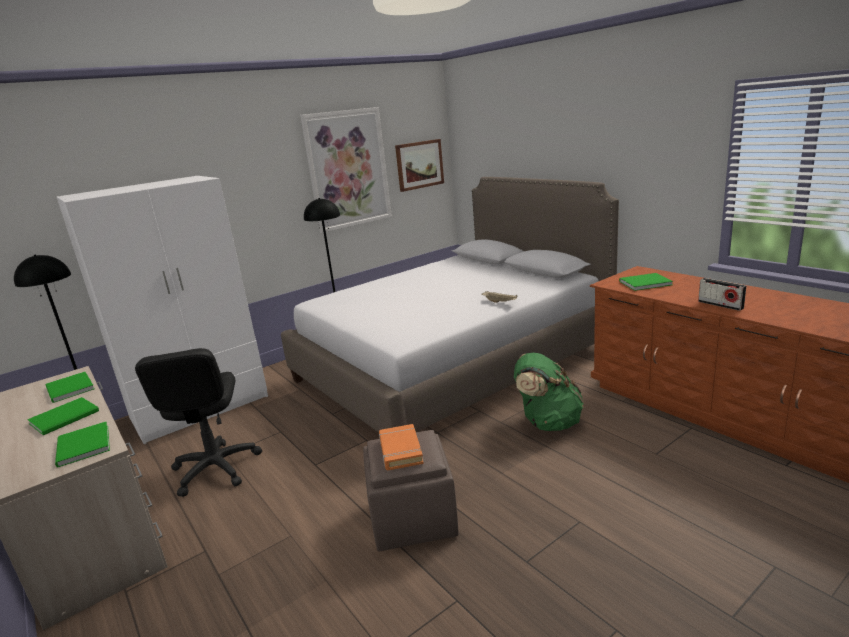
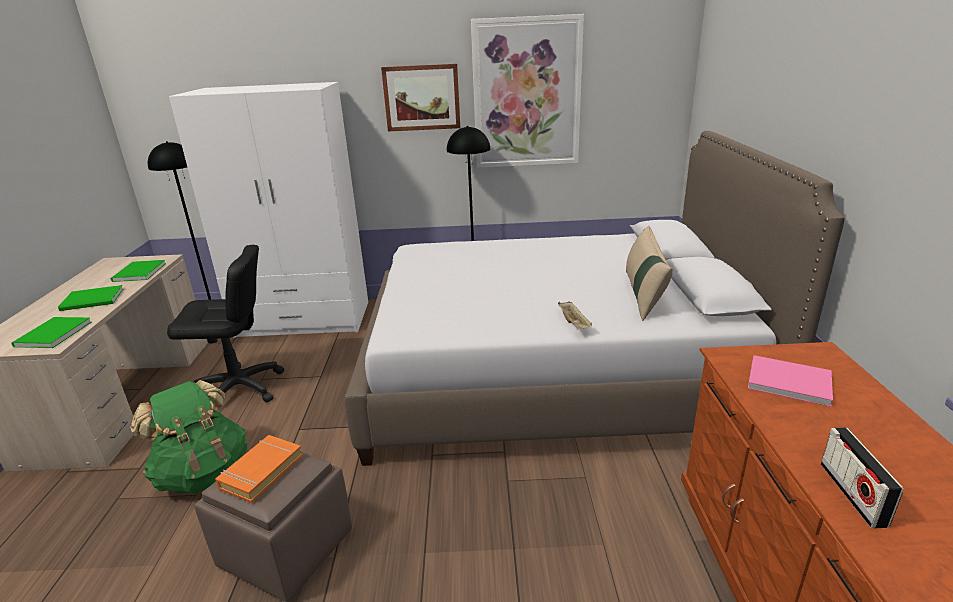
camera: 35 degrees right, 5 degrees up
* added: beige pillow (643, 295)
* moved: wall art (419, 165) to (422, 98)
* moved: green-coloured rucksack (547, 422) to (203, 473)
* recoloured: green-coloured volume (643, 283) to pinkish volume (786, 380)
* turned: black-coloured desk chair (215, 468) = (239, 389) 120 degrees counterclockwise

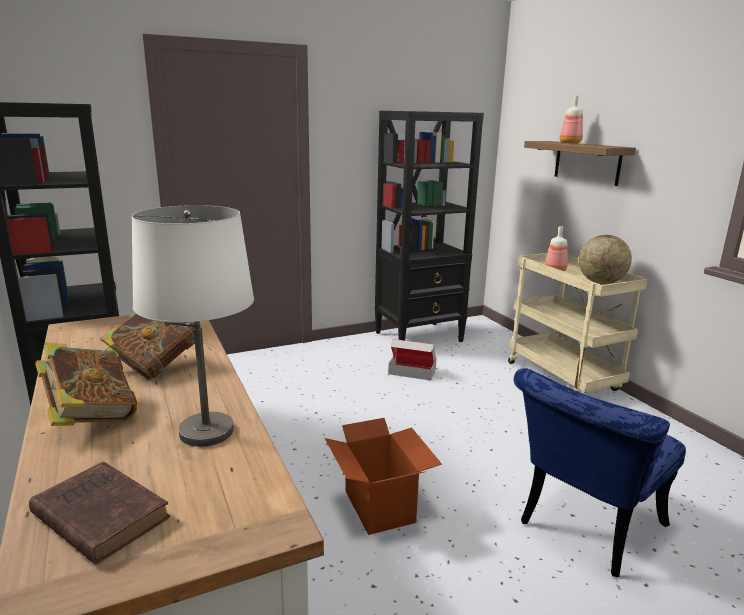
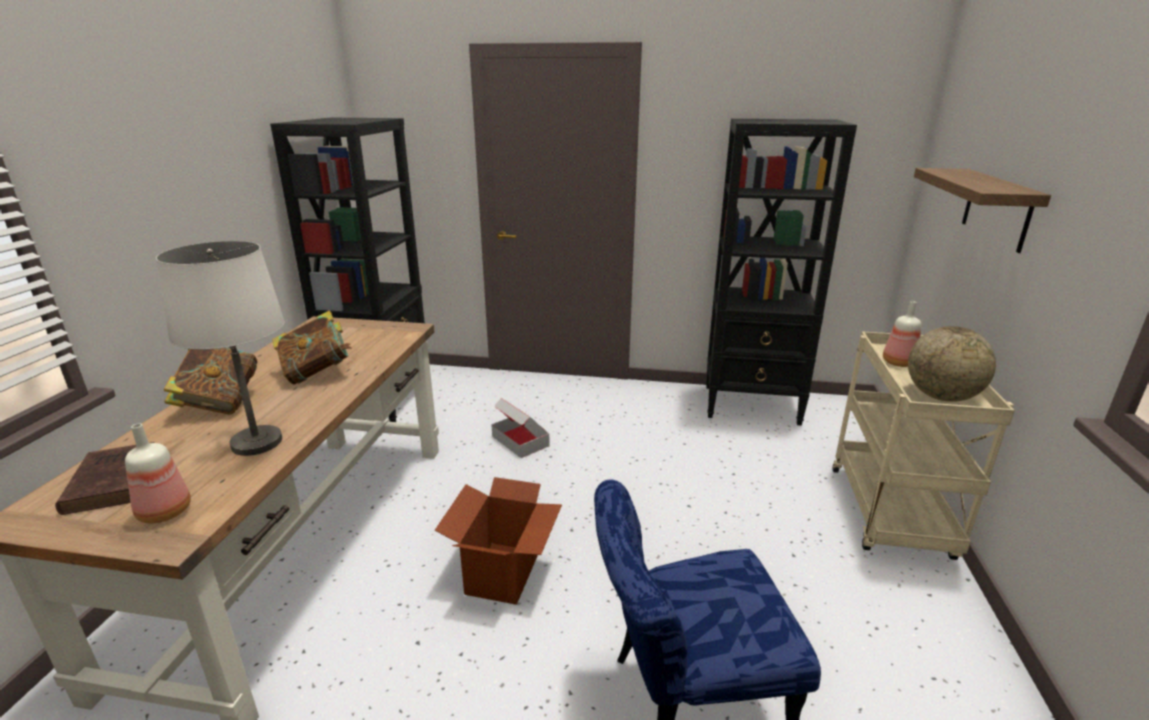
camera: 35 degrees right, 5 degrees up
* moved: cardboard box (412, 371) to (520, 441)
* moved: beverage bottle (570, 143) to (163, 513)

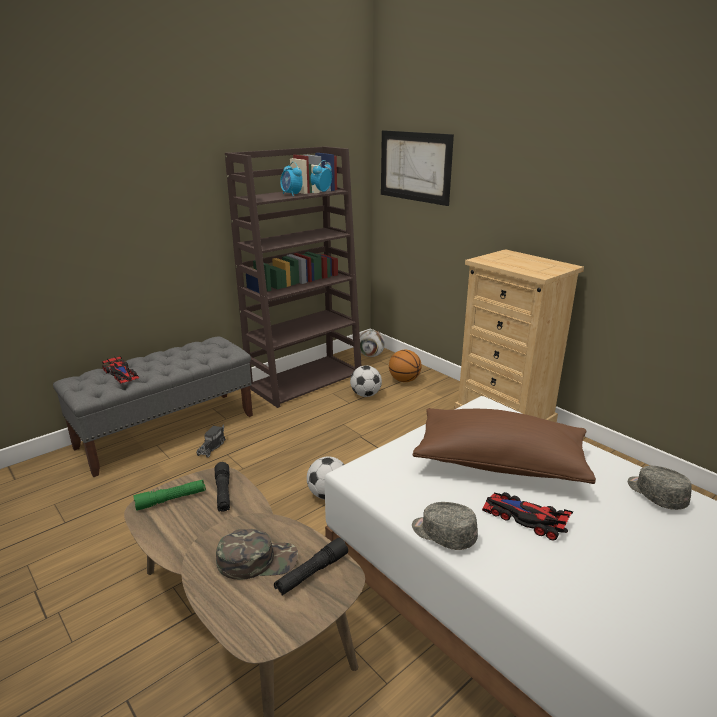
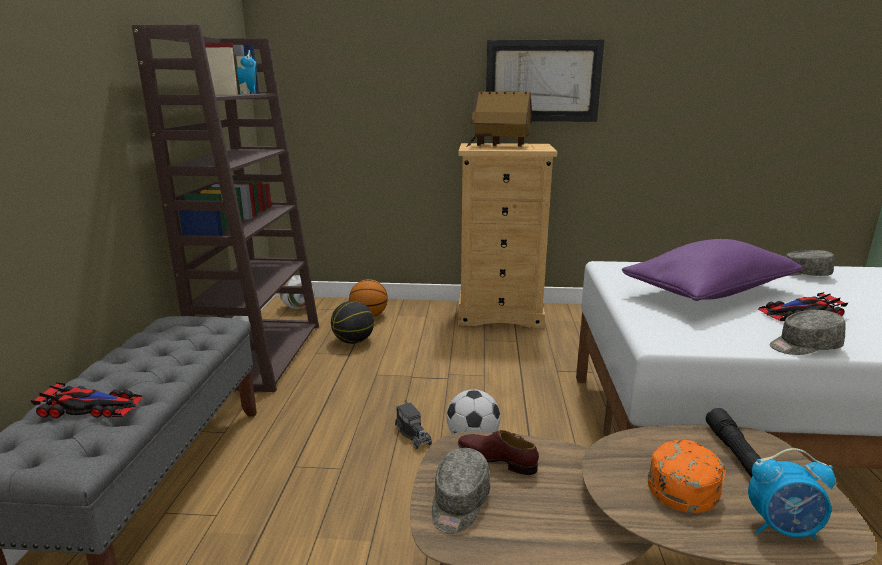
camera: 45 degrees left, 5 degrees down
* added: miniature house (500, 146)
* moved: toy lorry (212, 447) to (412, 434)
* moved: alarm clock (291, 194) to (782, 528)
* moved: wall art (414, 166) to (542, 81)
* replaced: green-coloured flashlight (171, 499) to grey baseball cap (459, 503)
* replaced: black-coloured flashlight (223, 492) to brownish shoe (496, 459)
* replaced: football (365, 395) to basketball ball (353, 341)
* recoloured: green-coloured baseball cap (257, 560) to orangey baseball cap (686, 478)
* recoloured: brownish pillow (499, 463) to purplish pillow (708, 292)

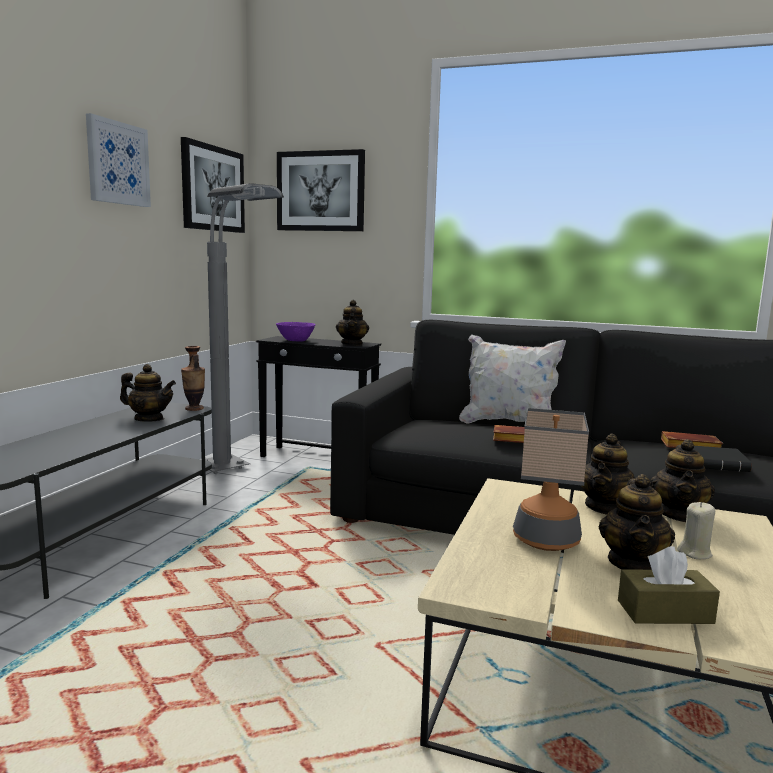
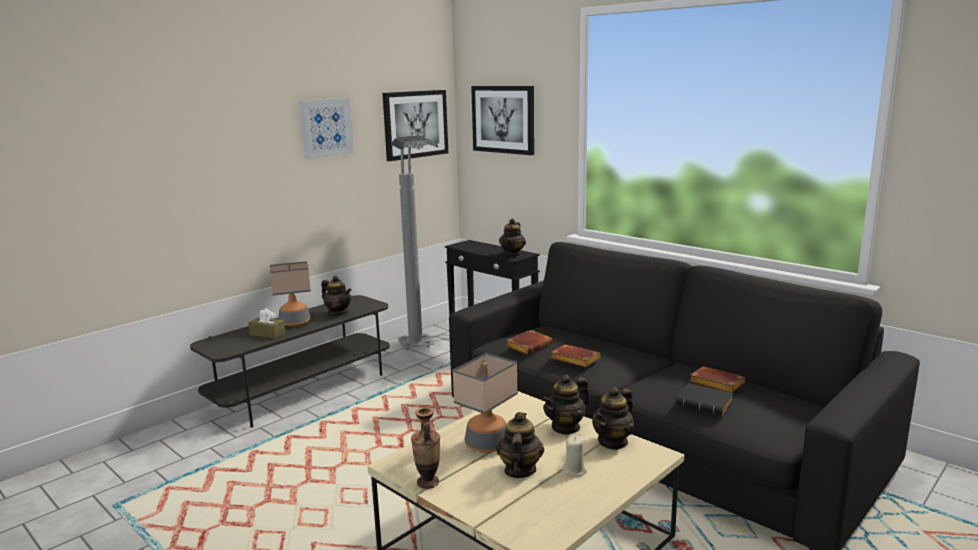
camera: 25 degrees right, 5 degrees up
* removed: purplish serving bowl (295, 341)
* removed: white-coloured pillow (508, 424)
* added: tabletop lamp (295, 322)
* added: brownish volume (529, 345)
* moved: vase (194, 409) to (428, 482)
* moved: brownish tissue holder (665, 612) to (267, 334)
* turned: pot for tea (633, 564) = (519, 470) 150 degrees clockwise

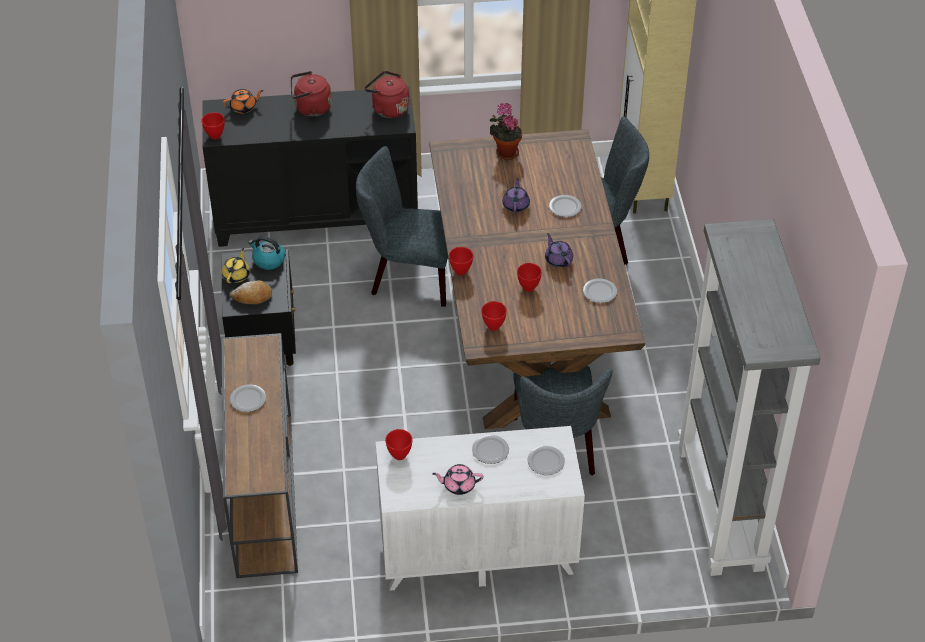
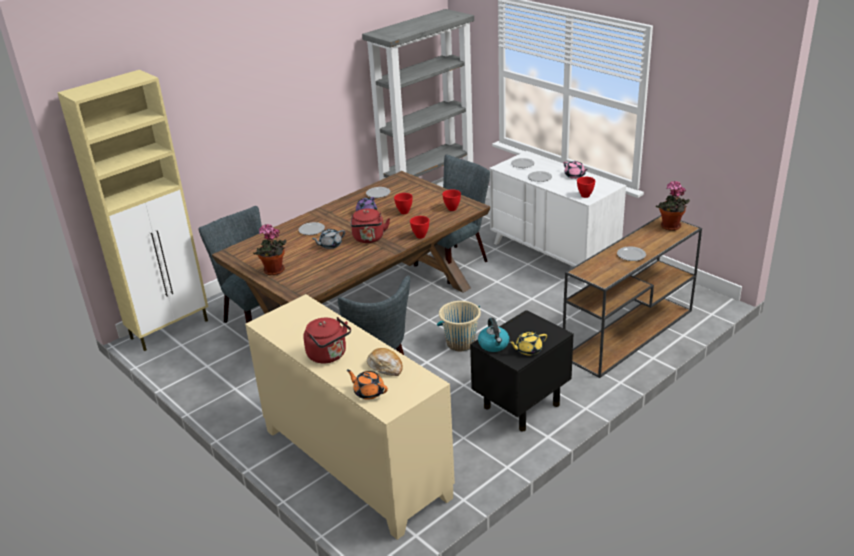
camera: 125 degrees left, 15 degrees down
* removed: reddish serving bowl (215, 135)
* added: beige bucket (460, 343)
* added: potted plant (670, 227)
* moved: baked bread (252, 297) to (385, 366)
* moved: reddish tea kettle (388, 108) to (369, 239)
* recoloured: black-coloured cabinet (316, 216) to beige cabinet (354, 463)
* recoloured: purplish pot for tea (516, 205) to grey pot for tea (330, 245)

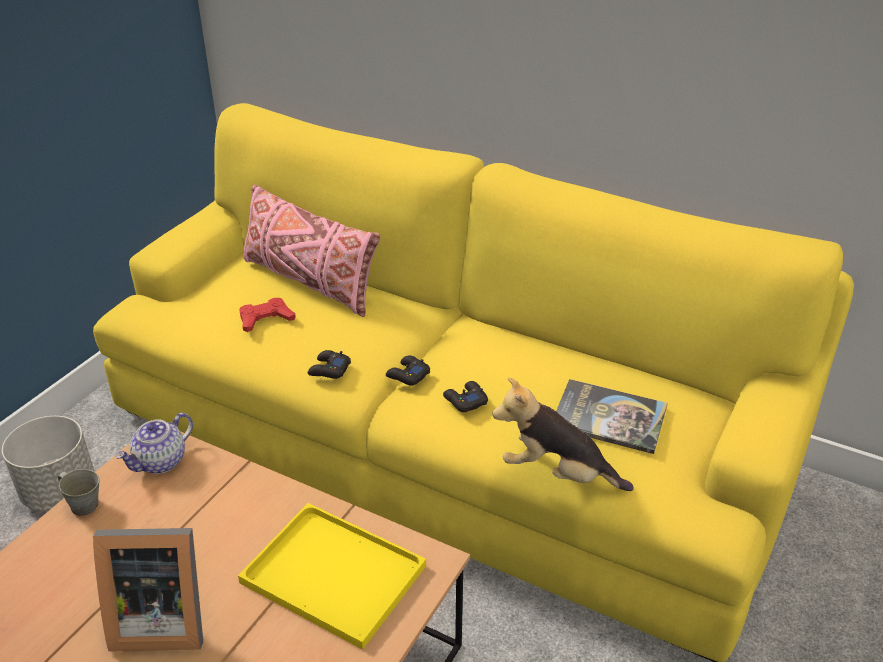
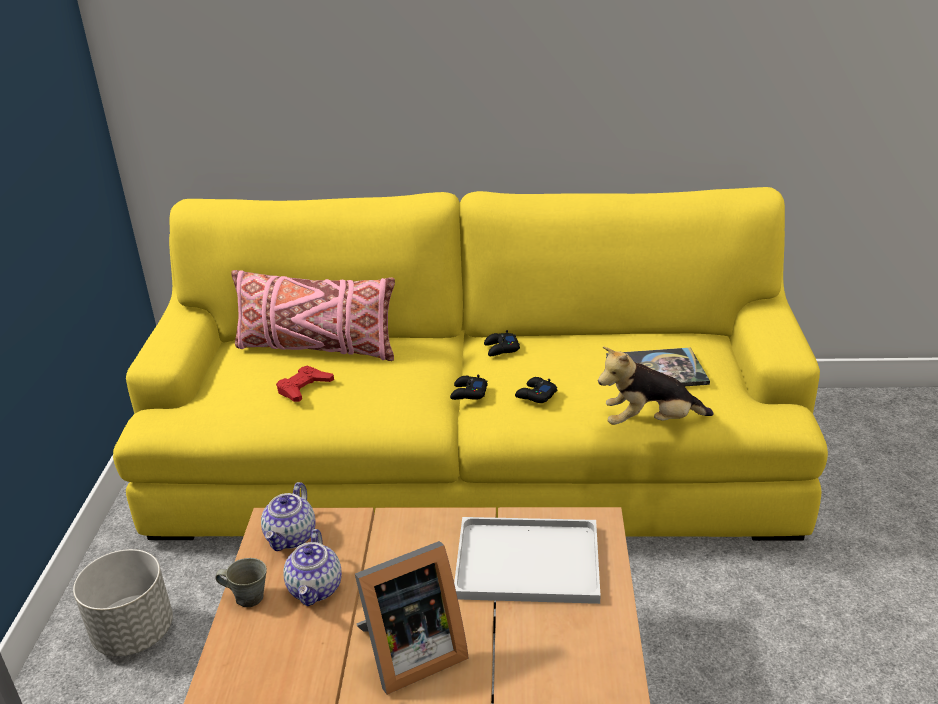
camera: 25 degrees left, 5 degrees down
* added: pot for tea (316, 589)
* moved: black-coloured game controller (329, 369) to (501, 349)
* recoloured: yellowish serving tray (330, 574) to white-coloured serving tray (524, 563)

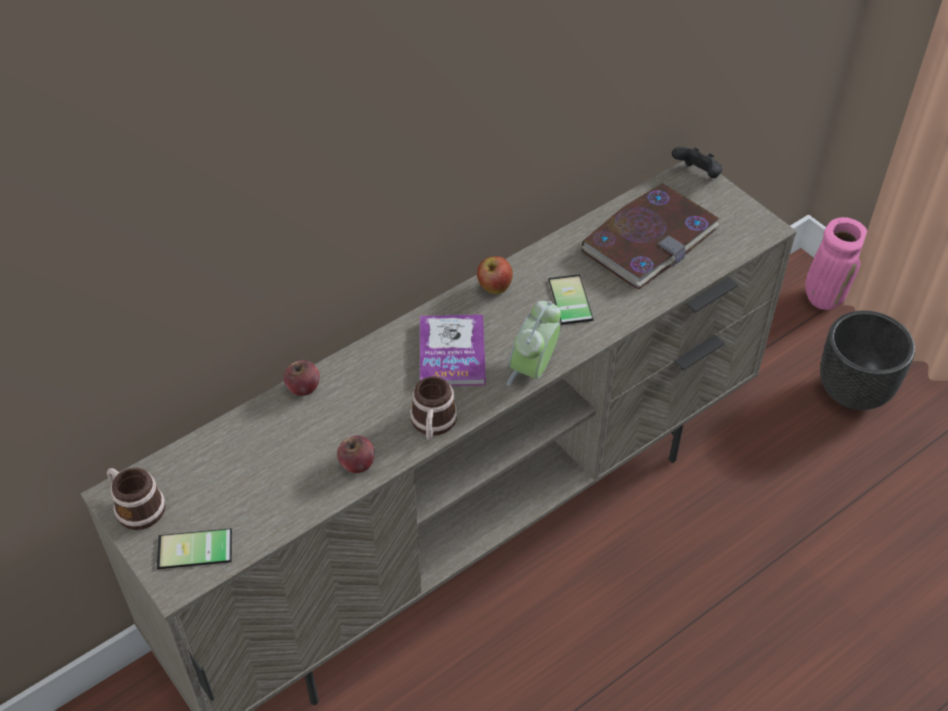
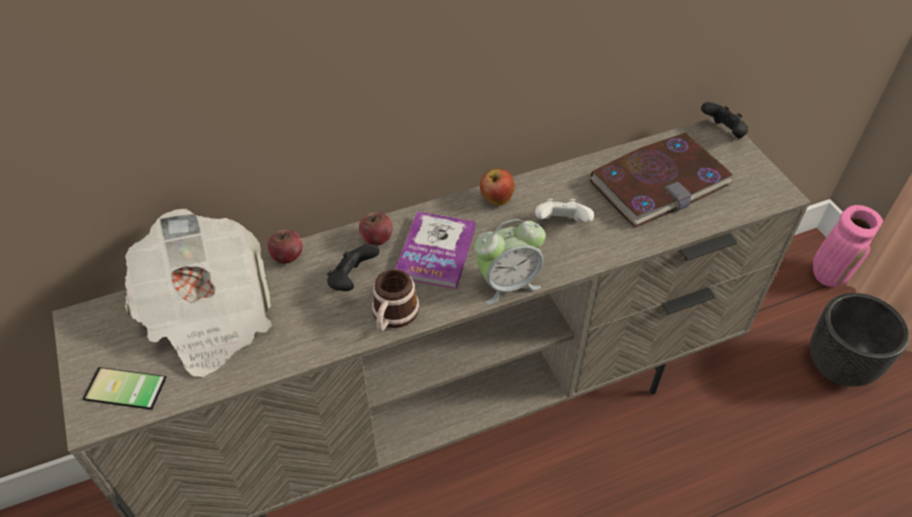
camera: 15 degrees right, 0 degrees up
* removed: mug (135, 506)
* added: newspaper (208, 315)
* added: black-coloured game controller (352, 280)
* moved: whole apple (357, 464) to (376, 238)
* replaced: phone (567, 300) to white-coloured game controller (562, 224)
* turned: alarm clock (533, 369) = (507, 283) 150 degrees counterclockwise

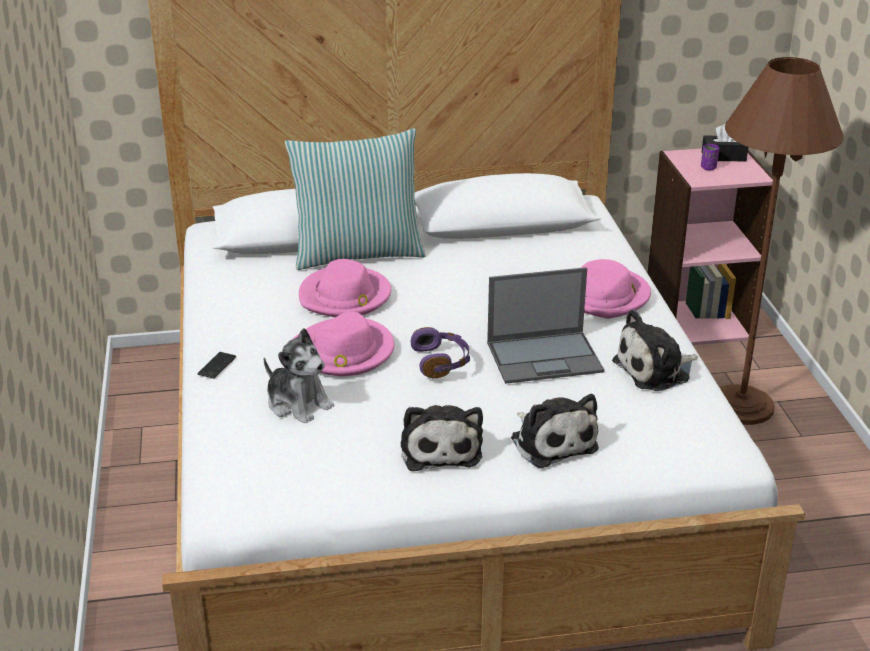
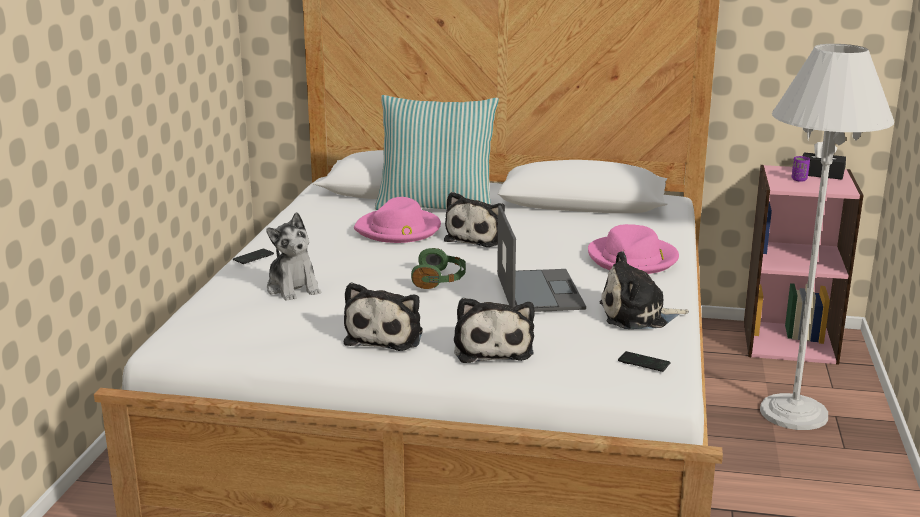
camera: 20 degrees right, 10 degrees down
* removed: pinkish wearable hat (344, 352)
* added: cuddly toy (479, 237)
* added: phone (644, 363)
* recoloured: purplish headphones (441, 362) to green-coloured headphones (440, 280)
* recoloured: brownish standard lamp (741, 405) to white-coloured standard lamp (793, 413)
* turned: notebook computer (545, 357) = (538, 291) 105 degrees counterclockwise

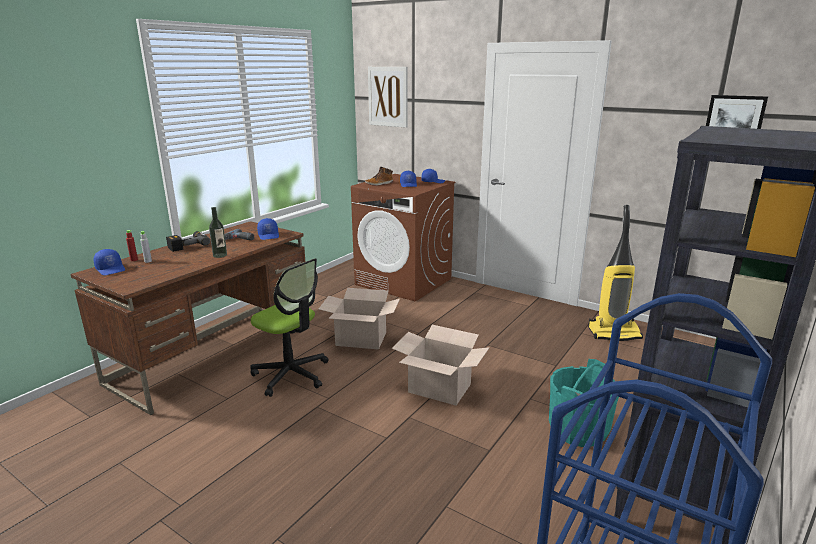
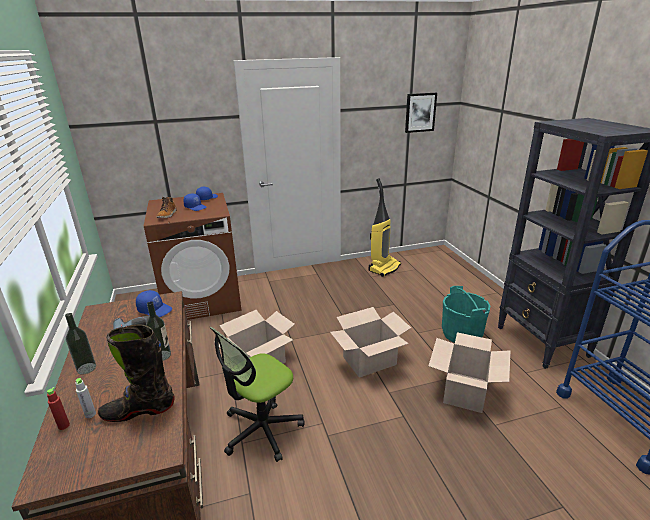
camera: 50 degrees left, 5 degrees up
* removed: bluish baseball cap (111, 269)
* removed: wall art (388, 96)
* added: black-coloured high-top boot (139, 410)
* added: cardboard box (465, 392)
* replaced: power drill (187, 245) to beverage bottle (86, 368)
* turned: desk chair (291, 374) = (262, 430) 150 degrees clockwise

